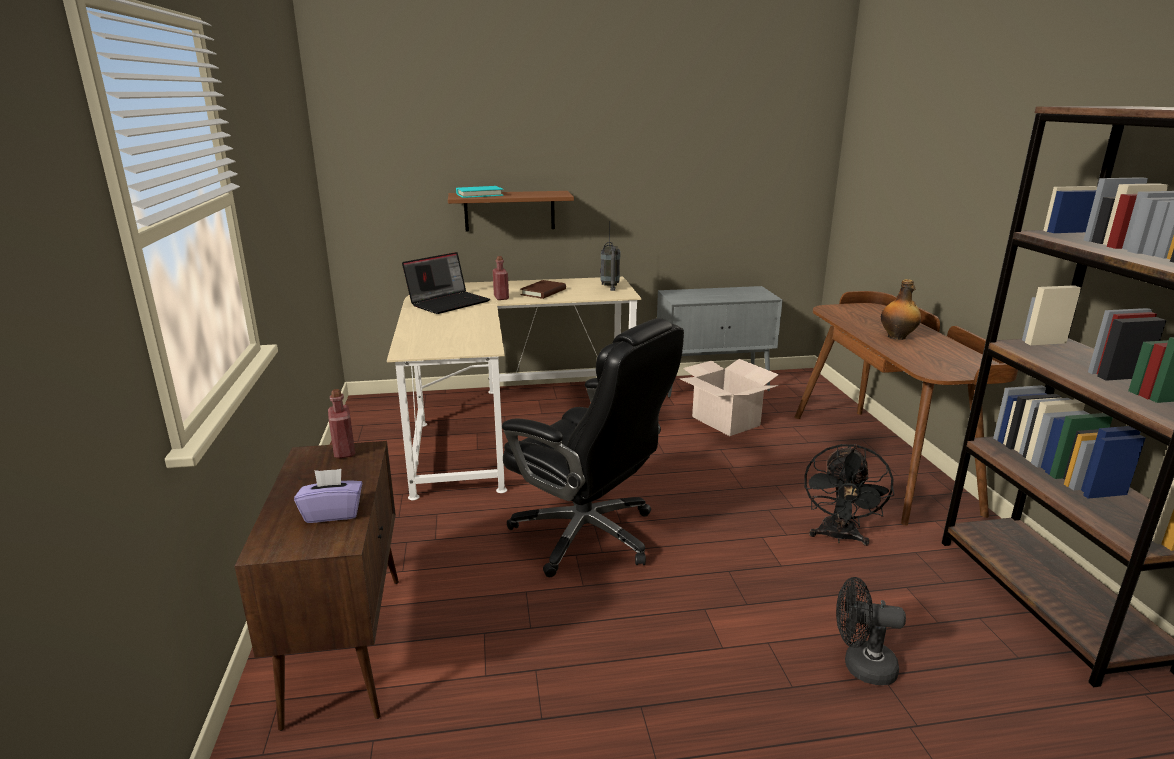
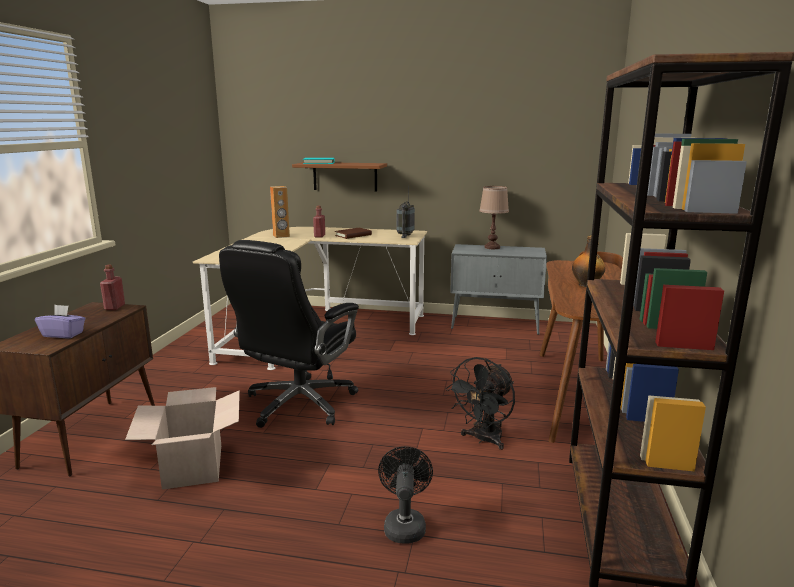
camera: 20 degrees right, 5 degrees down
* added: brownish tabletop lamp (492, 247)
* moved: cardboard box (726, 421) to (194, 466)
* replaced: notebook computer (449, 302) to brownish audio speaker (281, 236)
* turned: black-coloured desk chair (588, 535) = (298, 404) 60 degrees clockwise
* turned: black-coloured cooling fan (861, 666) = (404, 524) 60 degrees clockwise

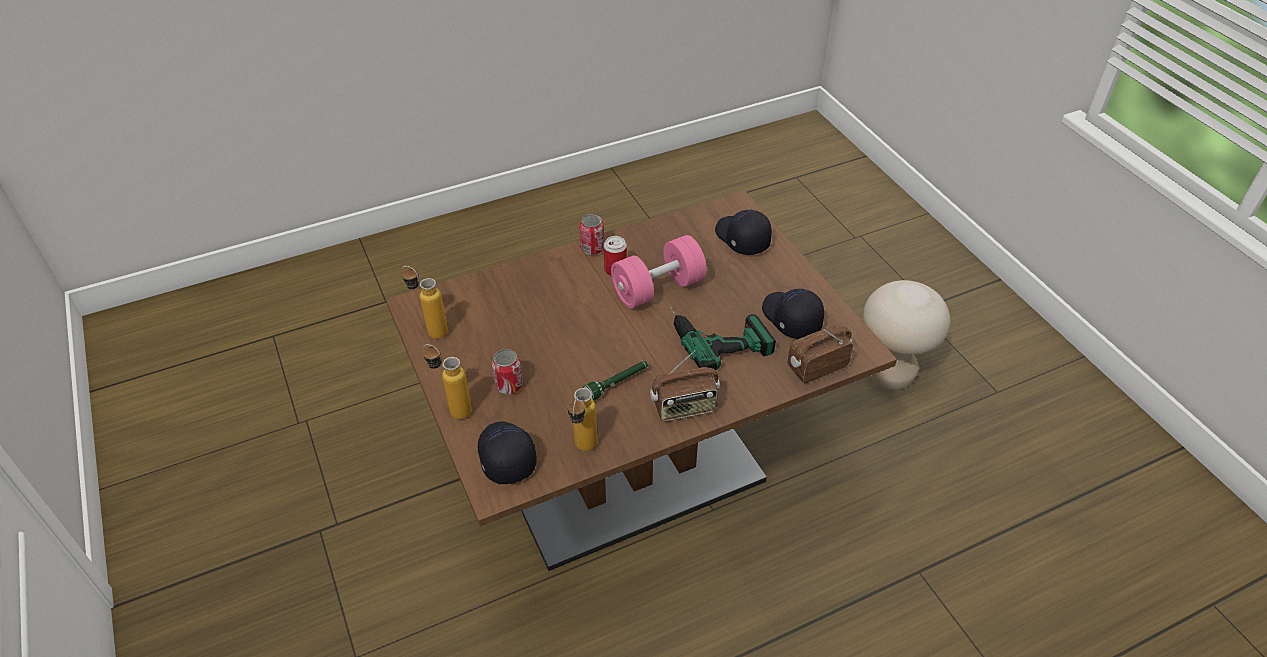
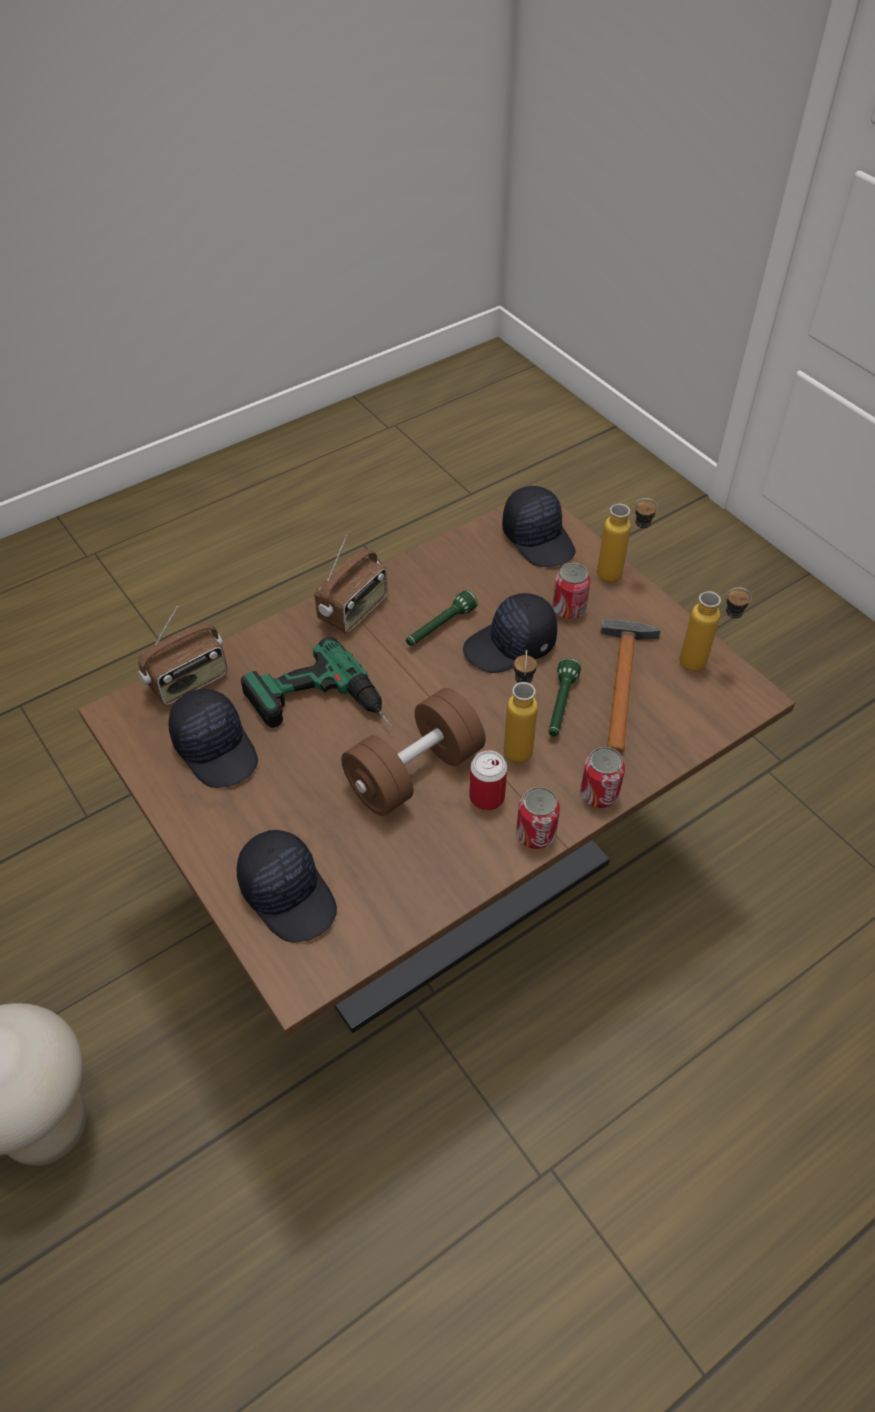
camera: 170 degrees right, 5 degrees up
* added: black-coloured baseball cap (511, 646)
* added: green-coloured flashlight (560, 706)
* added: sealed can (599, 794)
* added: hammer (623, 681)
* moved: beverage bottle (583, 450) to (518, 742)
* recoloured: pinkish free weight (658, 288) to brownish free weight (414, 772)
* turned: radio set (684, 408) = (354, 610) 150 degrees clockwise

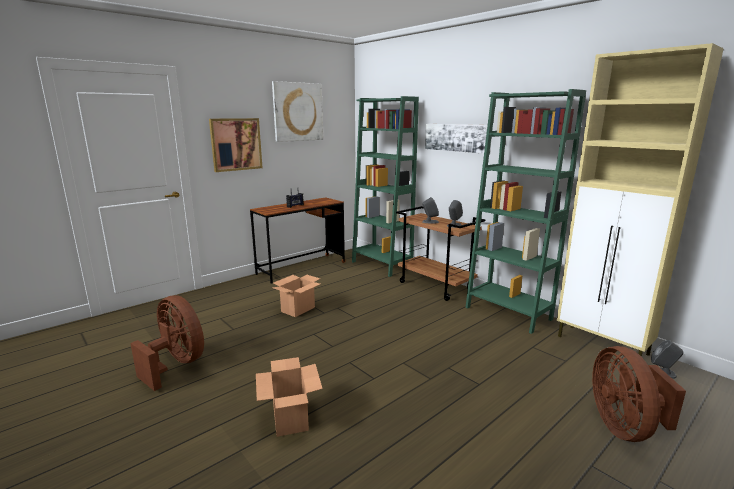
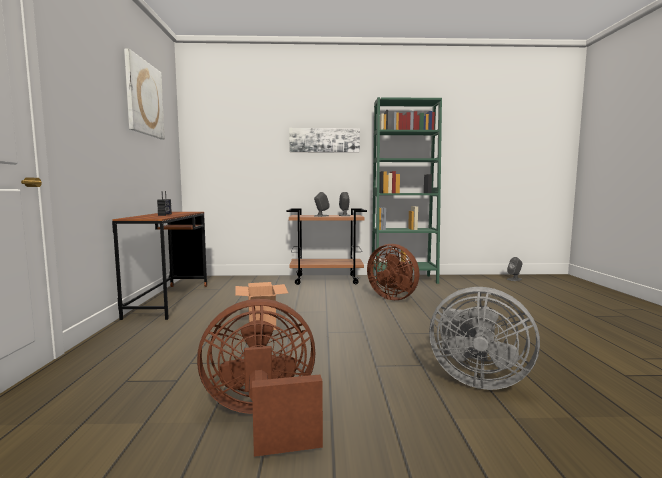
camera: 50 degrees left, 10 degrees down
* removed: wall art (236, 144)
* removed: green-coloured shelving unit (381, 265)
* removed: beige cabinet (603, 345)
* moved: brownish cooling fan (624, 427) to (393, 297)
* replaced: cardboard box (290, 419) to grey cooling fan (475, 379)

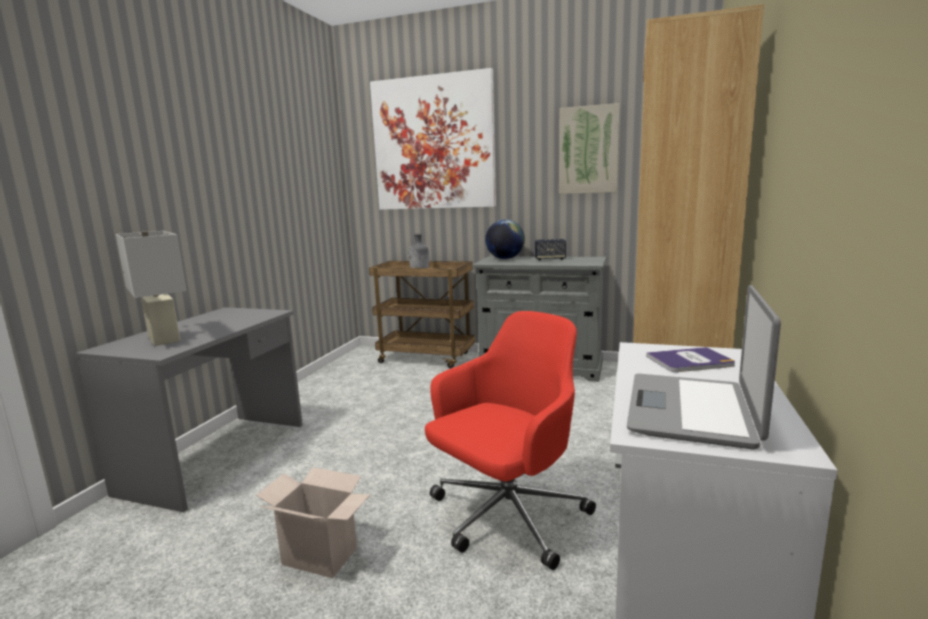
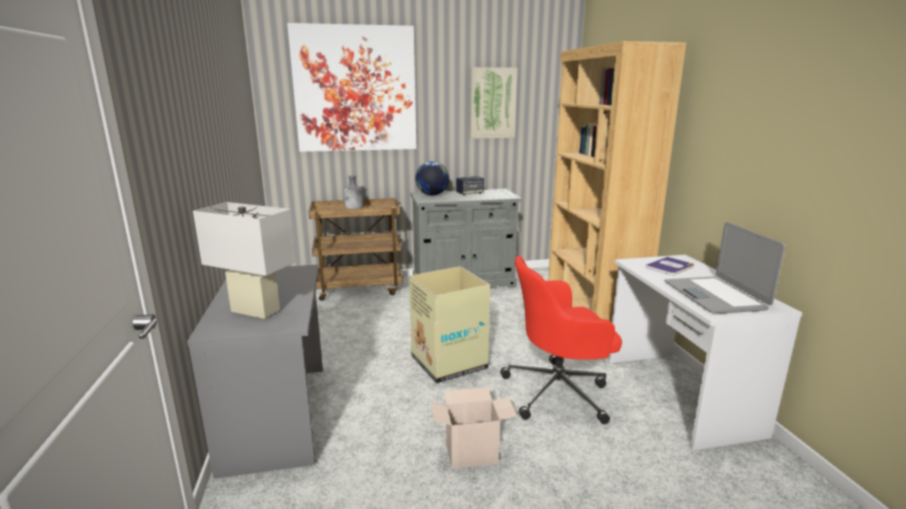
camera: 30 degrees left, 5 degrees up
* added: cardboard box (448, 362)
* turned: reddish desk chair (506, 517) = (558, 391) 120 degrees counterclockwise

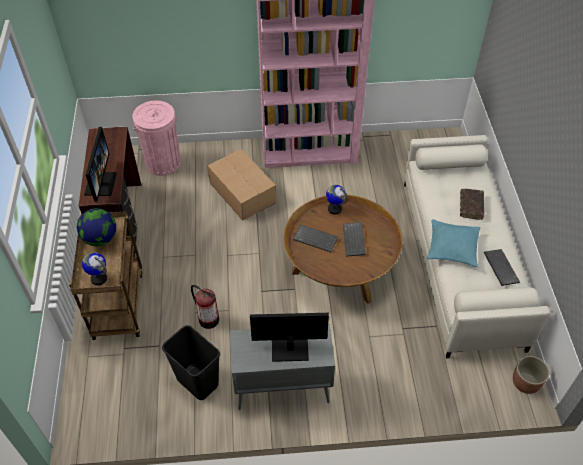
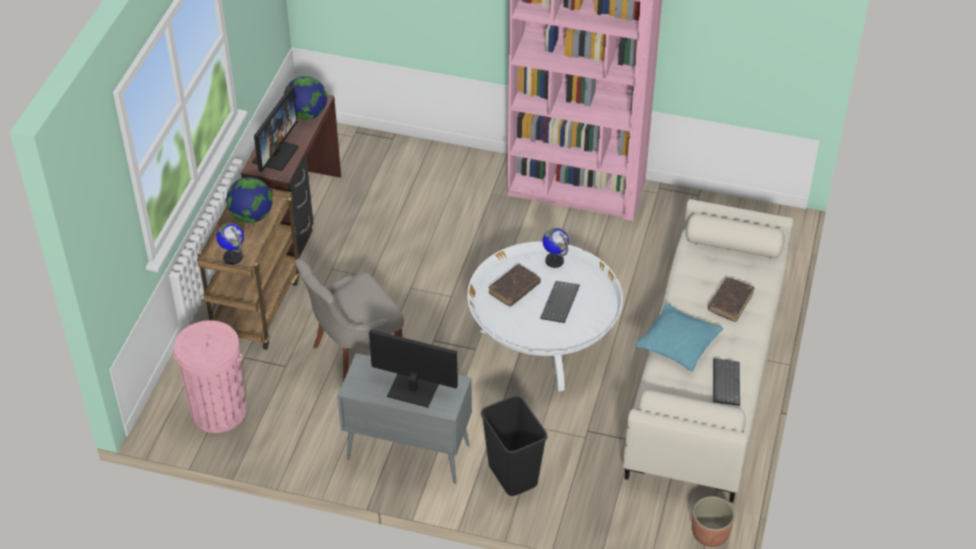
camera: 20 degrees right, 5 degrees down
* removed: cardboard box (242, 192)
* added: globe (307, 114)
* moved: pinkish trash can (163, 163) to (219, 411)
* moved: black-coloured trash can (197, 382) to (512, 475)
* replaced: extinguisher (208, 319) to grey chair (354, 353)
* replaced: computer keyboard (316, 238) to brownish volume (514, 289)
* recoloured: brownish coffee table (339, 269) to white-coloured coffee table (543, 342)

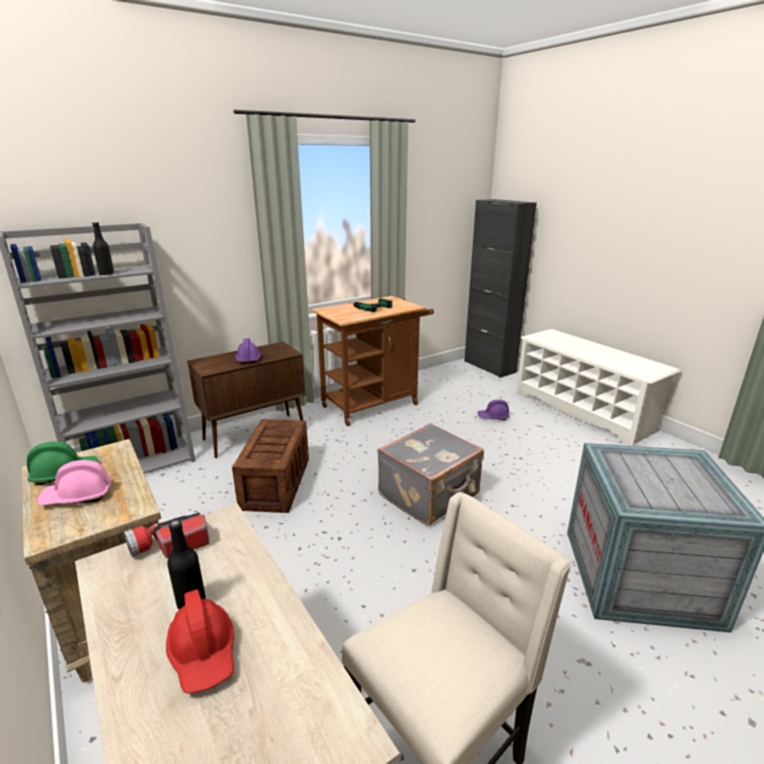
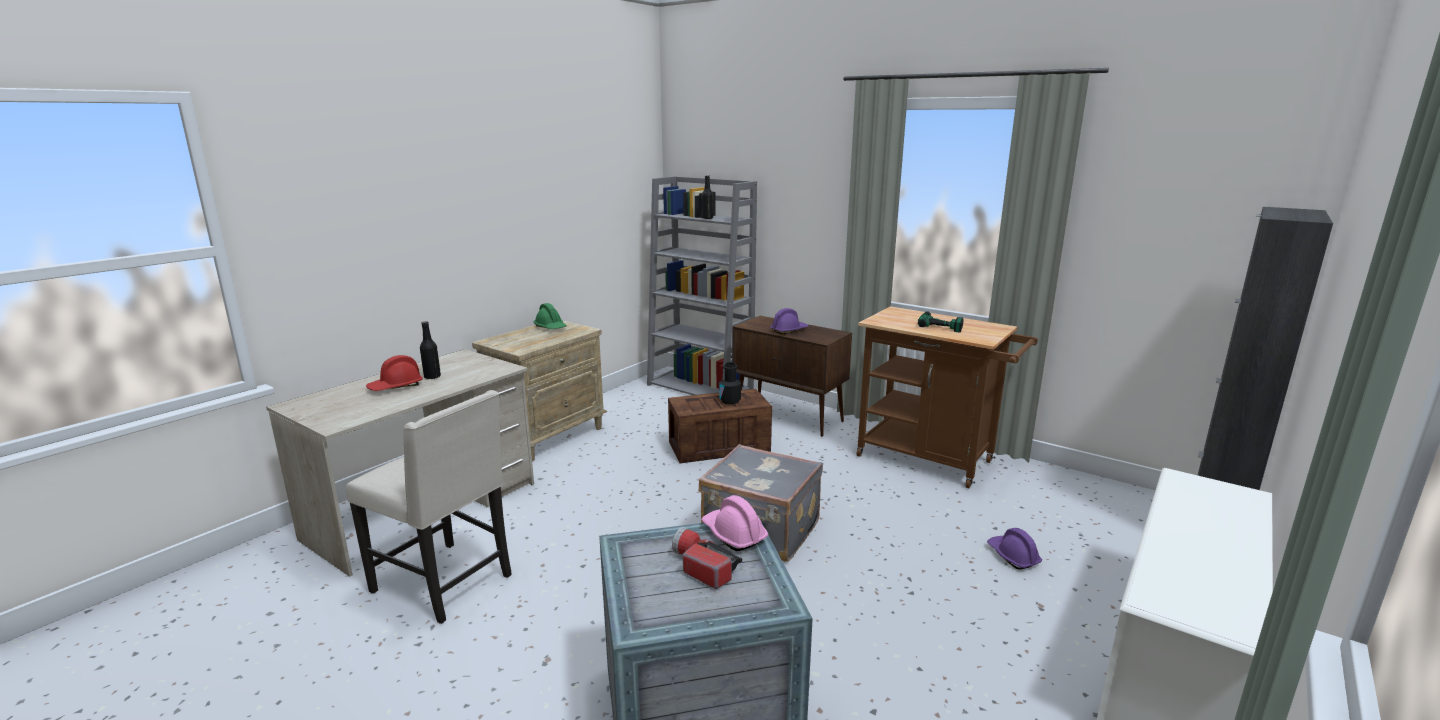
camera: 70 degrees right, 5 degrees down
* added: black-coloured beverage bottle (730, 400)
* moved: pinkish hard hat (78, 496) to (733, 534)
* moved: flashlight (169, 545) to (702, 567)

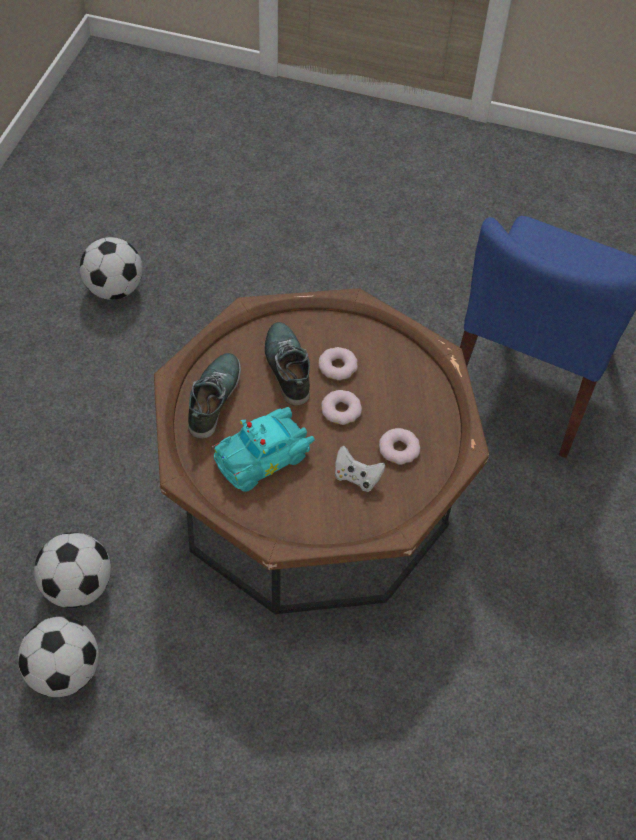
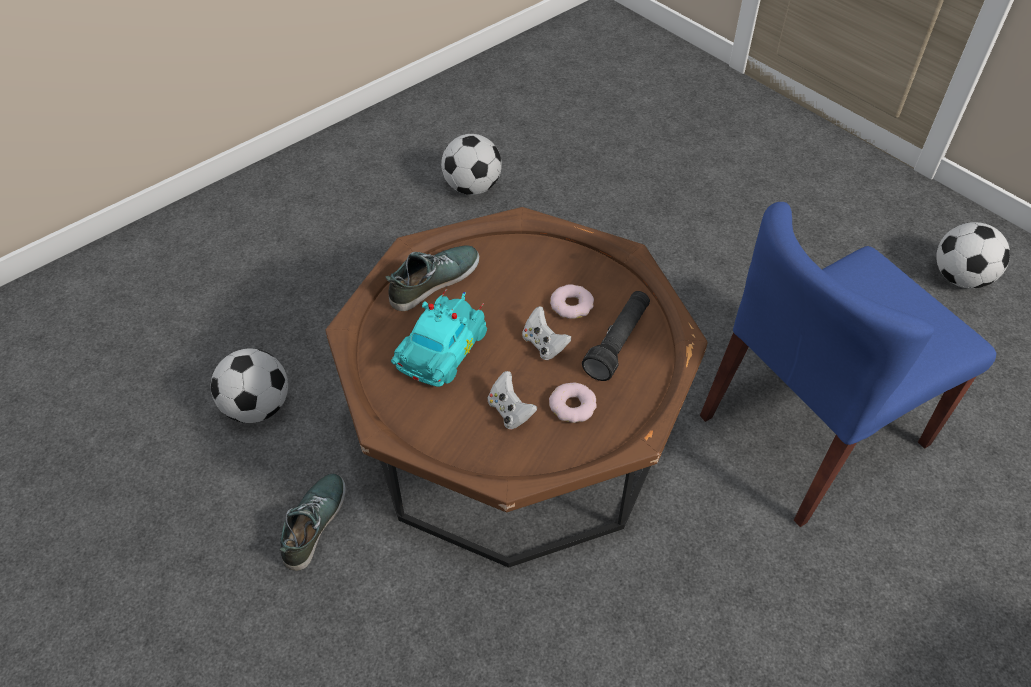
camera: 35 degrees right, 5 degrees down
* added: black-coloured flashlight (618, 343)
* moved: football (64, 671) to (960, 278)
* moved: shoe (286, 367) to (313, 523)
* replaced: ring doughnut (341, 410) to white-coloured game controller (544, 345)
* turned: turquoise toy car (264, 456) = (439, 351) 120 degrees clockwise

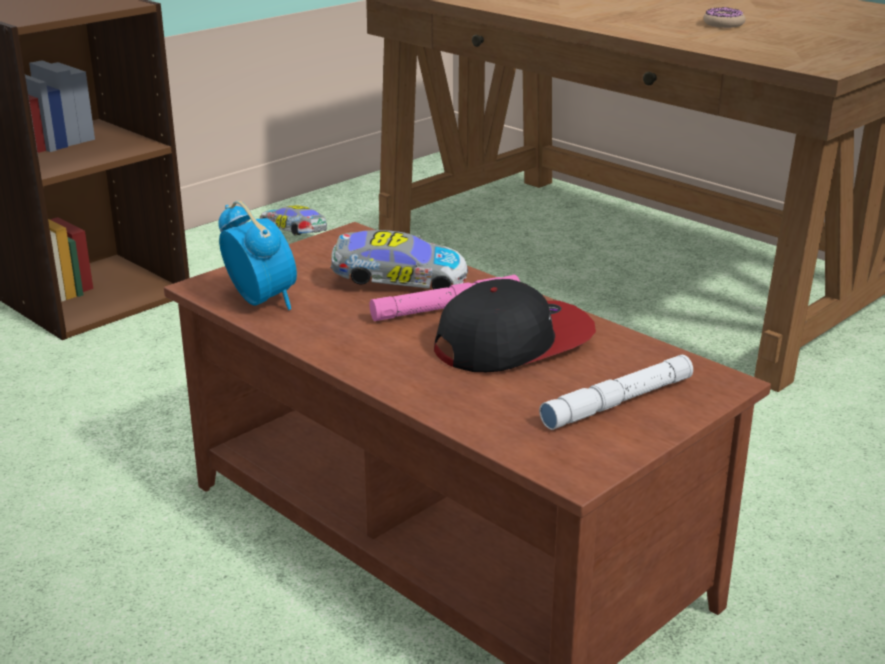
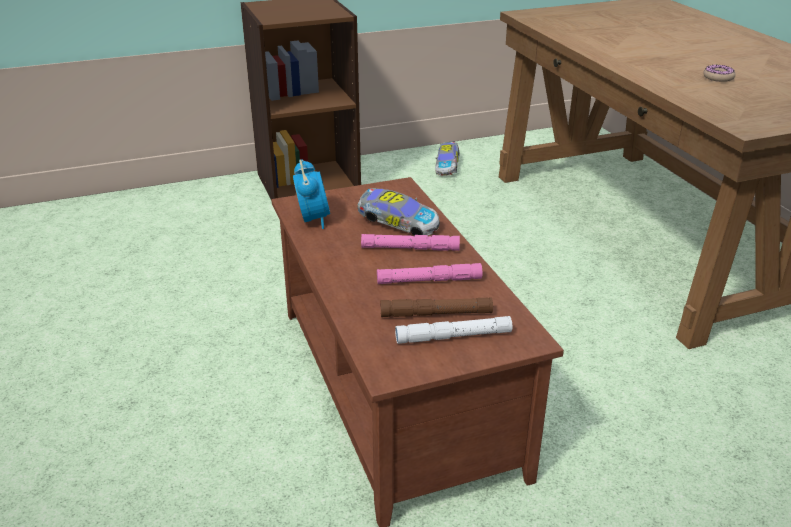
camera: 25 degrees right, 5 degrees up
* added: brownish flashlight (436, 314)
* replaced: baseball cap (513, 342) to pinkish flashlight (429, 280)
* turned: toy car (294, 235) = (447, 167) 150 degrees counterclockwise

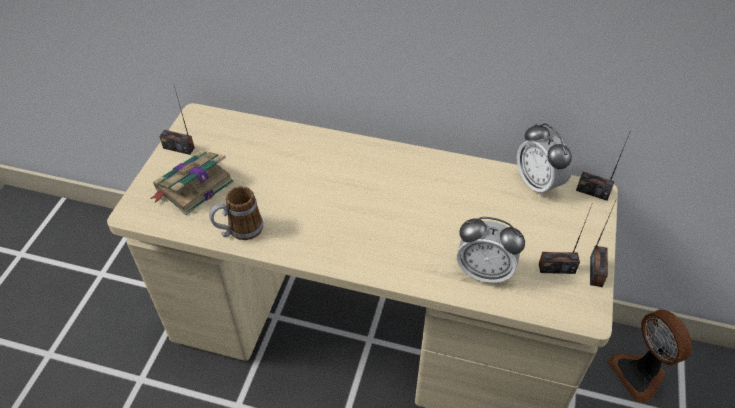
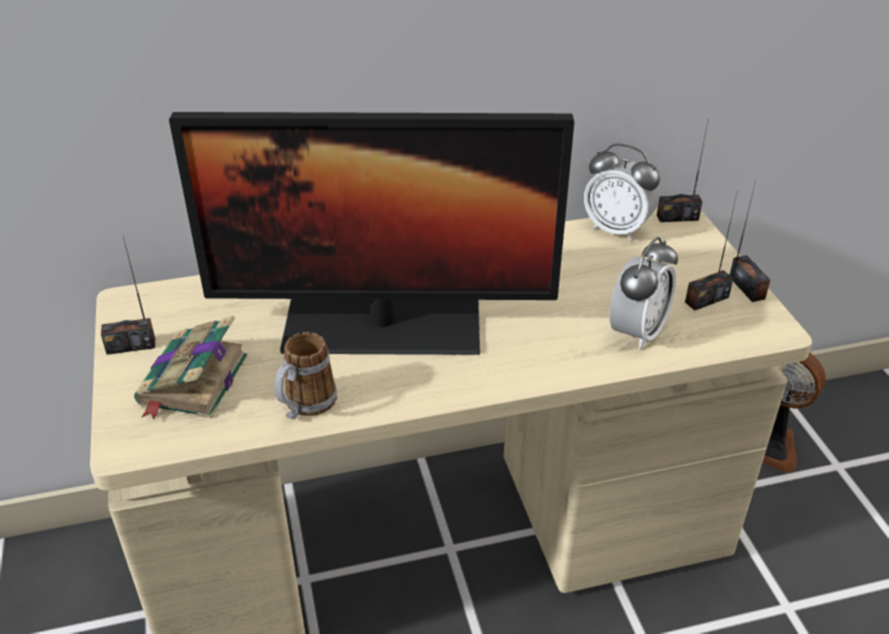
camera: 30 degrees left, 10 degrees down
* added: computer screen (382, 325)
* turned: alarm clock (484, 271) = (637, 332) 45 degrees counterclockwise

